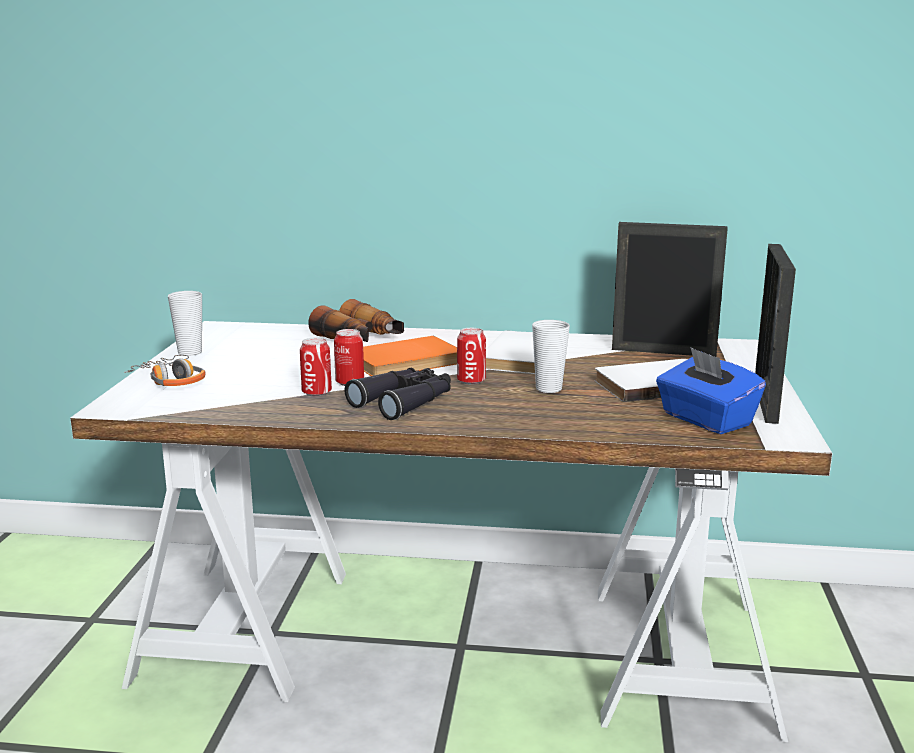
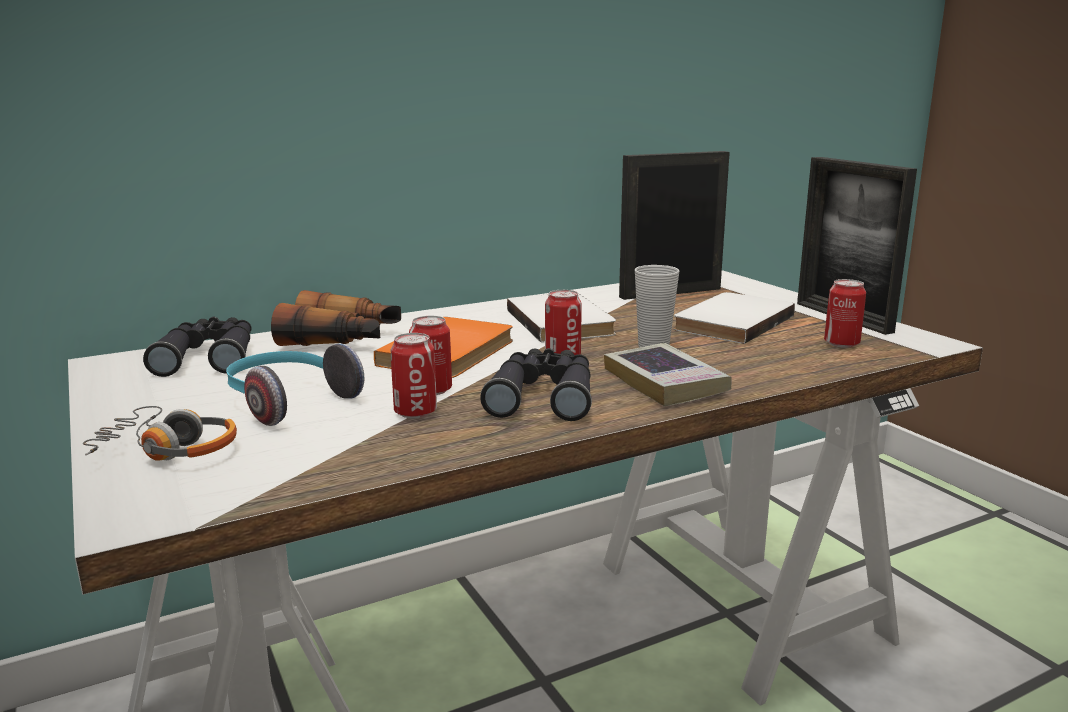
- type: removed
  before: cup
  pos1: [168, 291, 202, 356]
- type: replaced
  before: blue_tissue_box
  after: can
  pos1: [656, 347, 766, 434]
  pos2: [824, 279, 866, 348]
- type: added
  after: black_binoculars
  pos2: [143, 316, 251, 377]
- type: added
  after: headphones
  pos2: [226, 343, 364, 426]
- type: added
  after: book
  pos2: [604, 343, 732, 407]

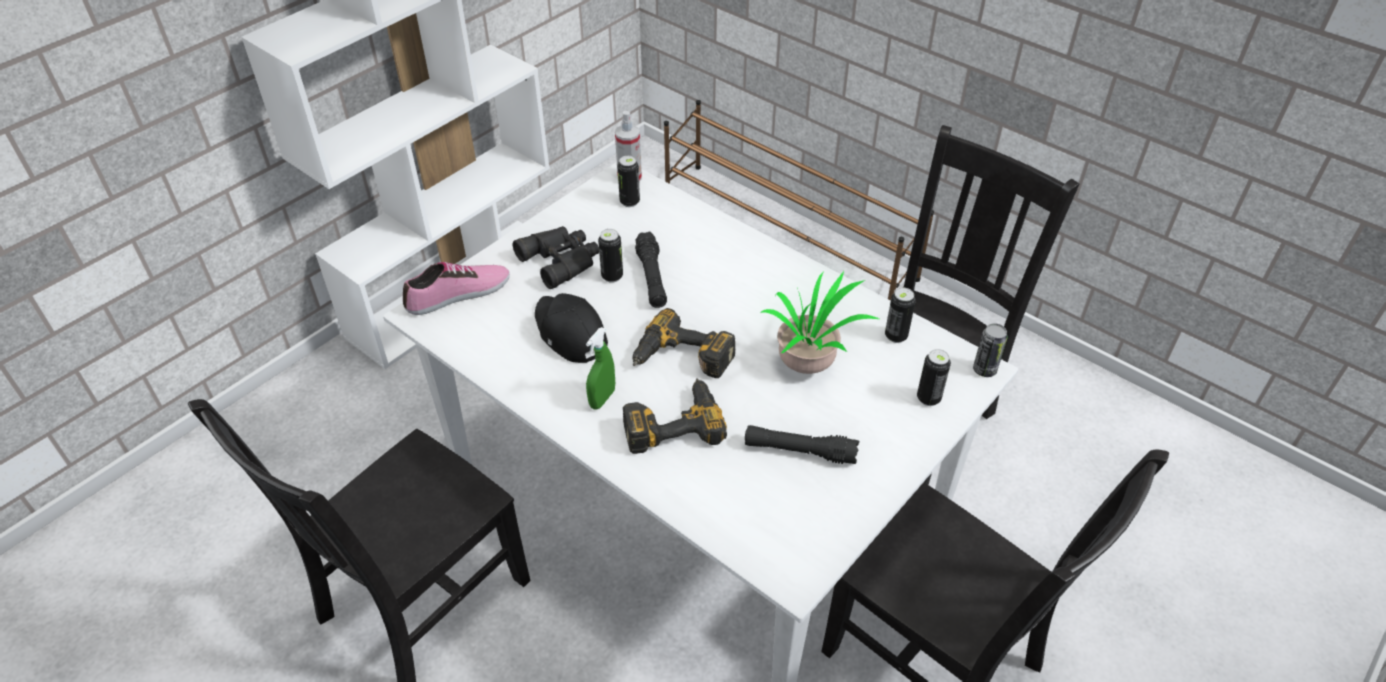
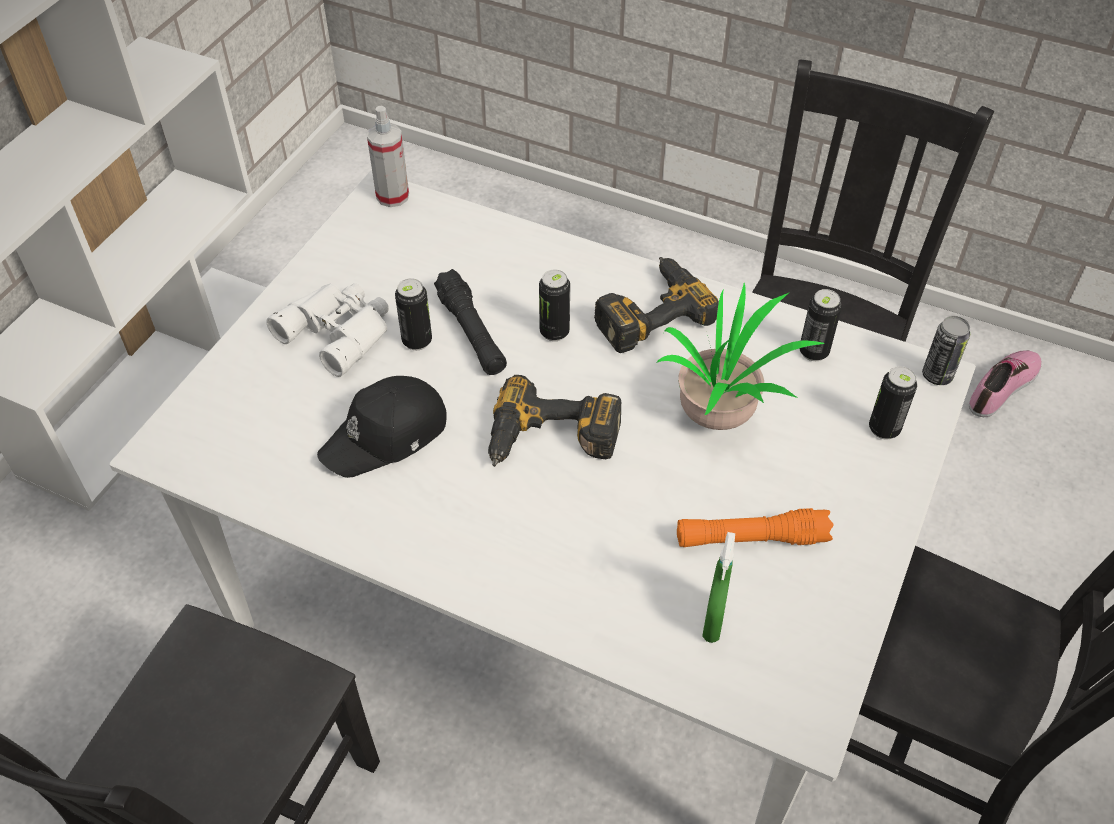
- type: removed
  before: brown_shoe_rack
  pos1: [664, 100, 934, 300]
- type: moved
  before: can
  pos1: [617, 156, 640, 207]
  pos2: [539, 269, 570, 341]
- type: recoloured
  before: black_binoculars
  after: white_binoculars
  pos1: [513, 226, 599, 289]
  pos2: [266, 283, 389, 377]
- type: moved
  before: shoe
  pos1: [403, 262, 510, 315]
  pos2: [969, 350, 1042, 417]
- type: turned
  before: black_cap
  pos1: [535, 293, 608, 363]
  pos2: [317, 376, 447, 478]
  turn: -75
- type: moved
  before: green_spray_bottle
  pos1: [586, 327, 615, 410]
  pos2: [702, 532, 735, 643]
- type: moved
  before: power_drill
  pos1: [623, 378, 727, 454]
  pos2: [594, 257, 719, 353]
- type: recoloured
  before: black_flashlight
  after: orange_flashlight
  pos1: [745, 425, 859, 464]
  pos2: [677, 508, 834, 547]

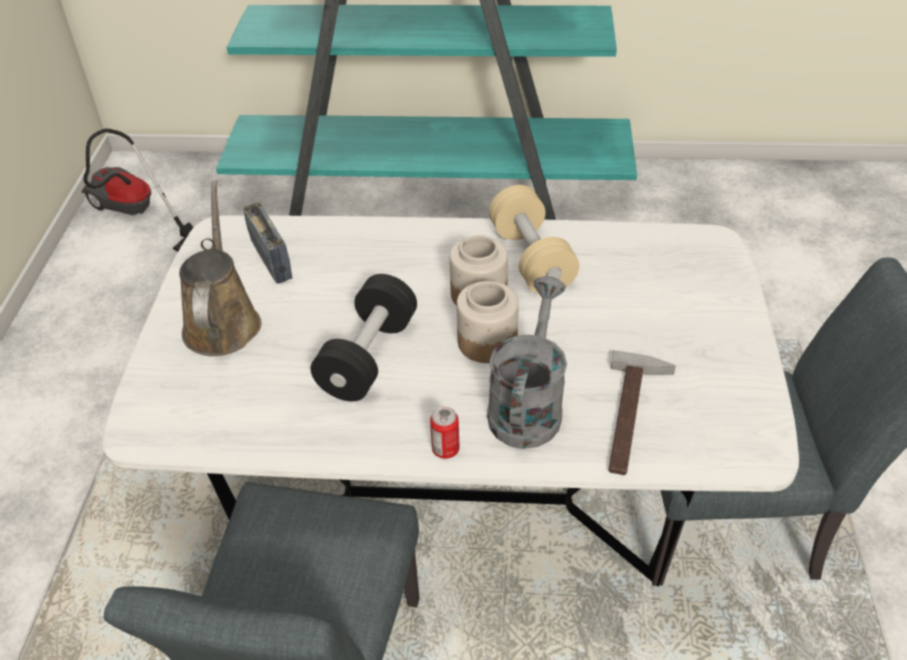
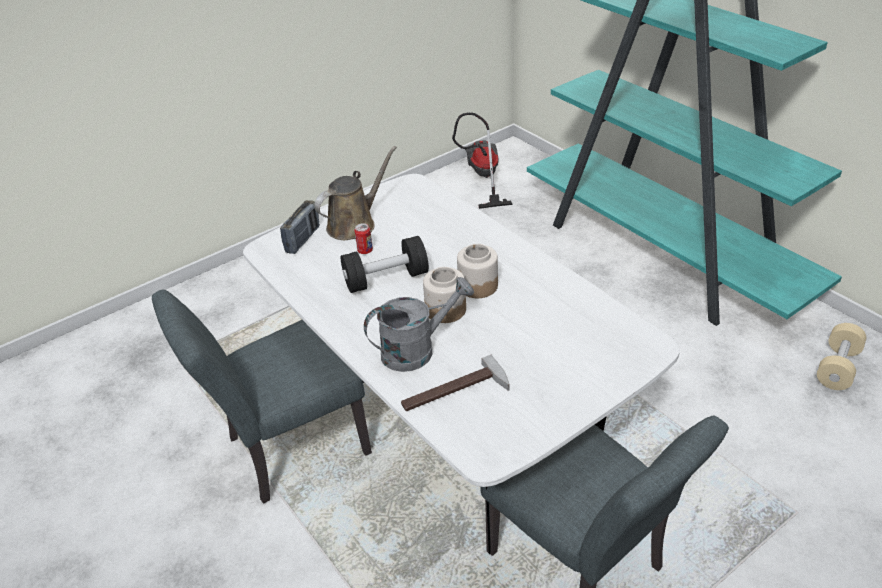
- type: moved
  before: beige_dumbbell
  pos1: [489, 185, 579, 294]
  pos2: [817, 323, 866, 390]
- type: moved
  before: radio
  pos1: [244, 202, 292, 284]
  pos2: [280, 200, 320, 254]
- type: moved
  before: can
  pos1: [430, 407, 460, 459]
  pos2: [354, 223, 373, 254]

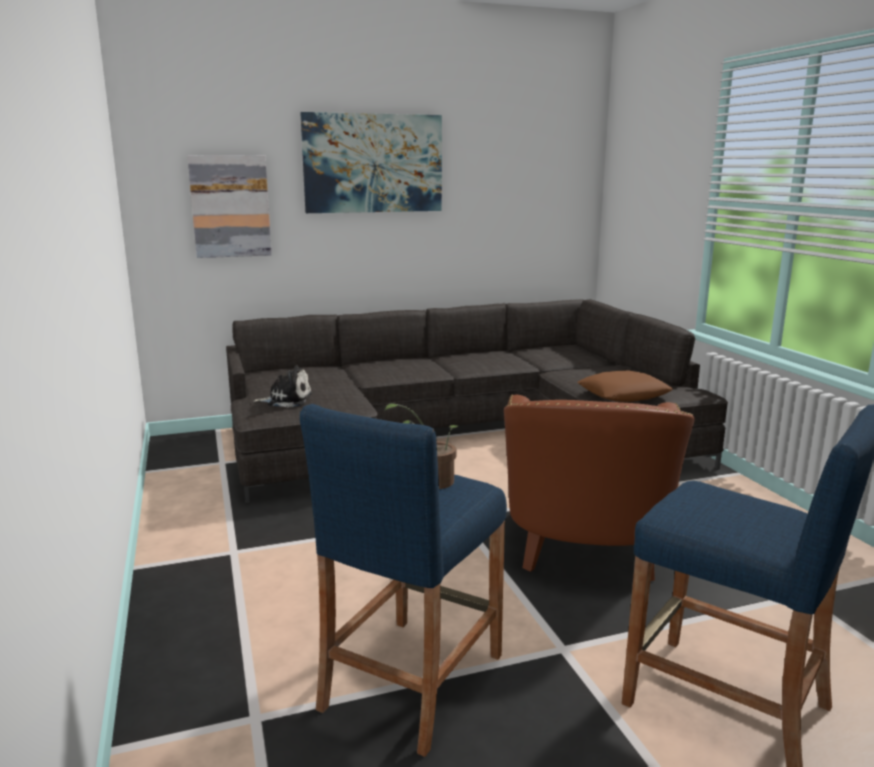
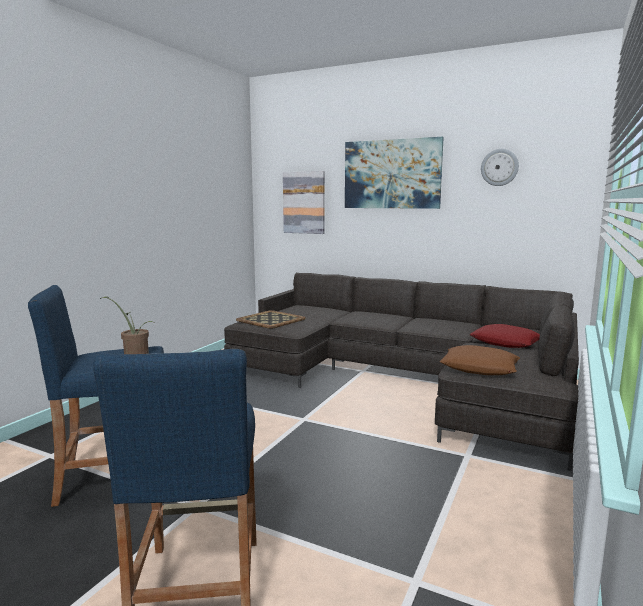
- type: replaced
  before: plush_toy
  after: tray
  pos1: [253, 365, 312, 408]
  pos2: [236, 310, 306, 329]
- type: removed
  before: brown_armchair
  pos1: [504, 395, 695, 581]
- type: added
  after: wall_clock
  pos2: [481, 149, 519, 186]
- type: added
  after: red_pillow
  pos2: [470, 324, 540, 348]

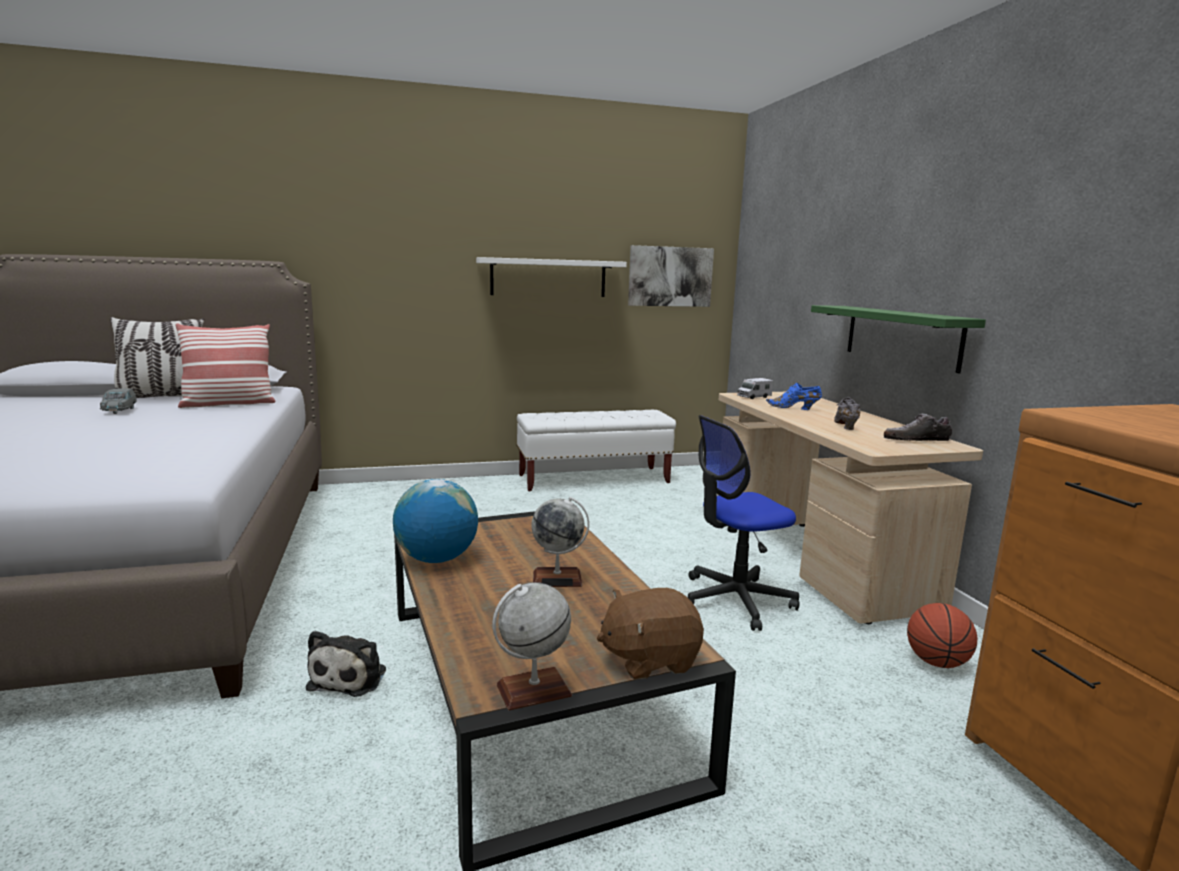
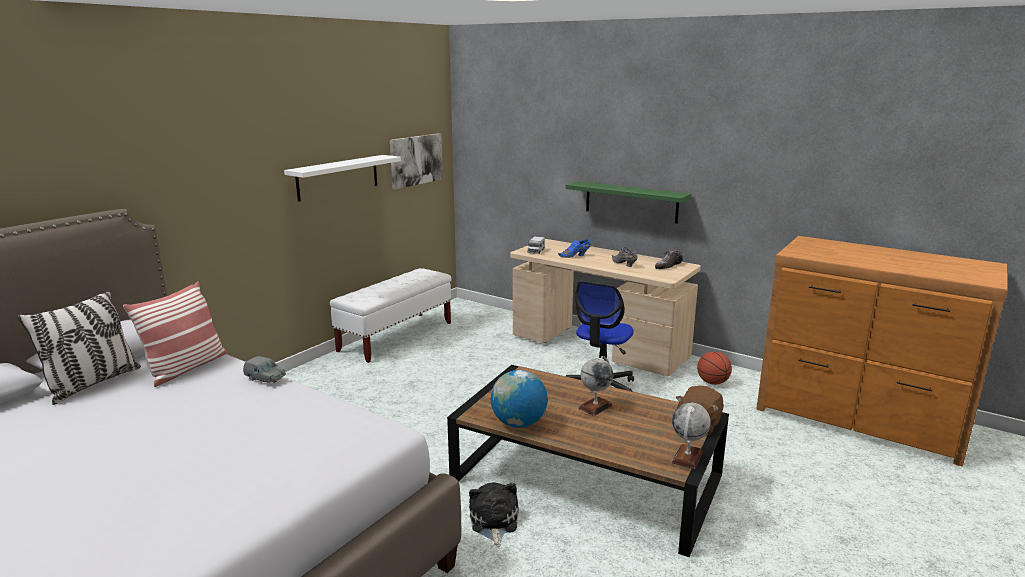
- type: moved
  before: grey_toy_car
  pos1: [100, 388, 137, 414]
  pos2: [243, 356, 286, 383]
- type: turned
  before: plush_toy
  pos1: [306, 631, 386, 697]
  pos2: [469, 482, 519, 546]
  turn: -150

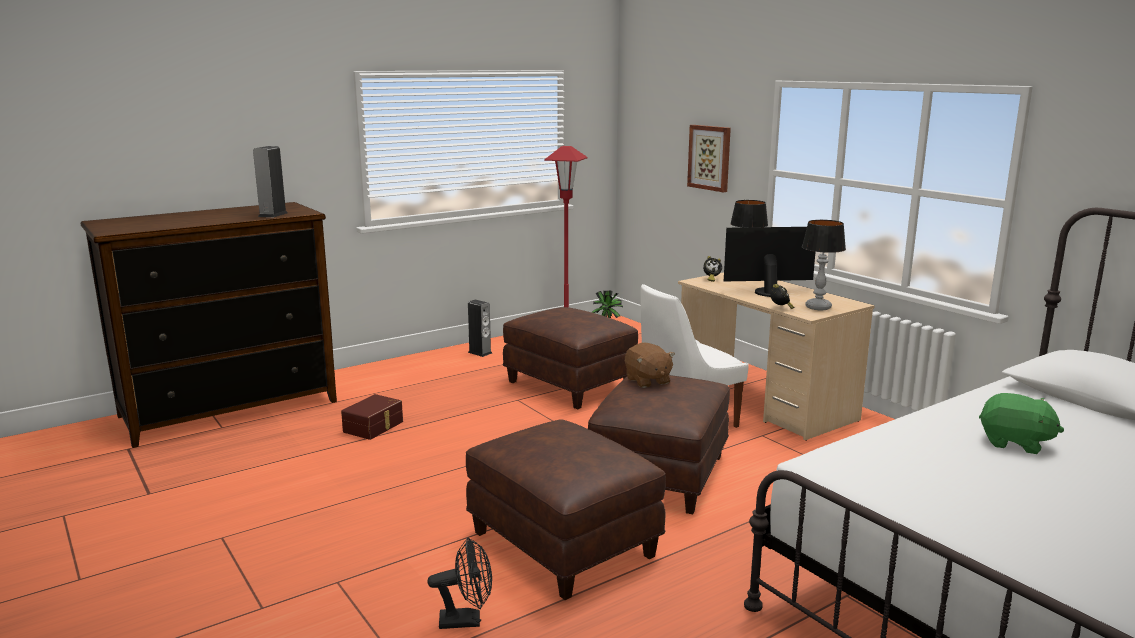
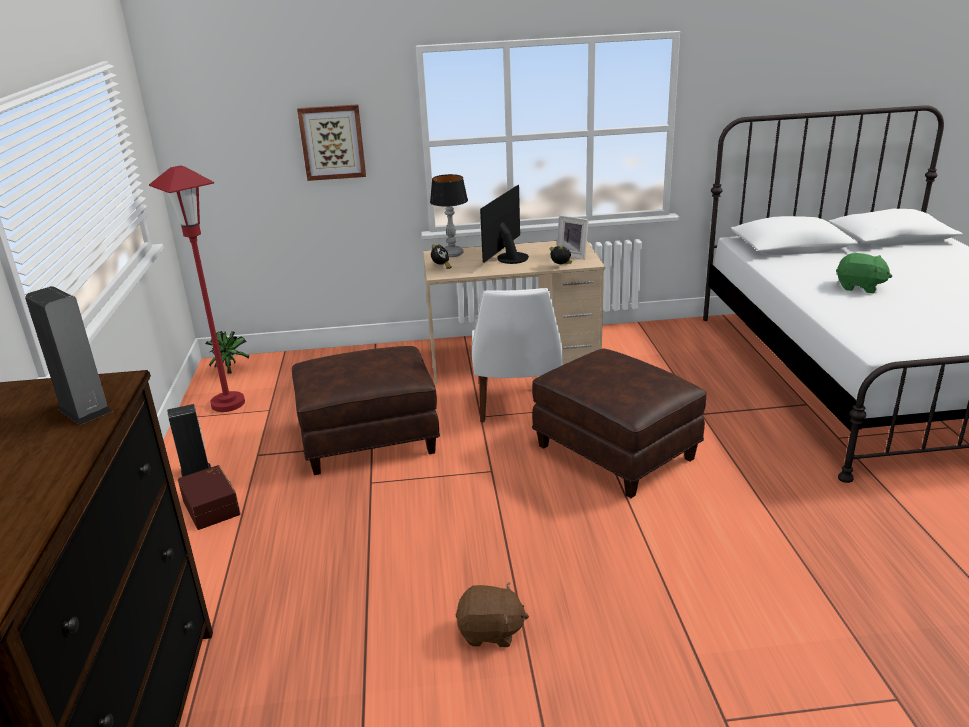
- type: replaced
  before: table_lamp
  after: picture_frame
  pos1: [802, 220, 846, 310]
  pos2: [557, 215, 589, 260]
- type: moved
  before: brown_plush_toy
  pos1: [625, 342, 675, 388]
  pos2: [456, 582, 529, 647]
- type: turned
  before: green_plush_toy
  pos1: [979, 393, 1064, 454]
  pos2: [836, 253, 892, 293]
  turn: 60
- type: moved
  before: brown_storage_box
  pos1: [341, 394, 403, 440]
  pos2: [178, 465, 240, 530]
- type: removed
  before: brown_ottoman
  pos1: [466, 419, 666, 600]
- type: removed
  before: black_fan
  pos1: [427, 537, 492, 629]

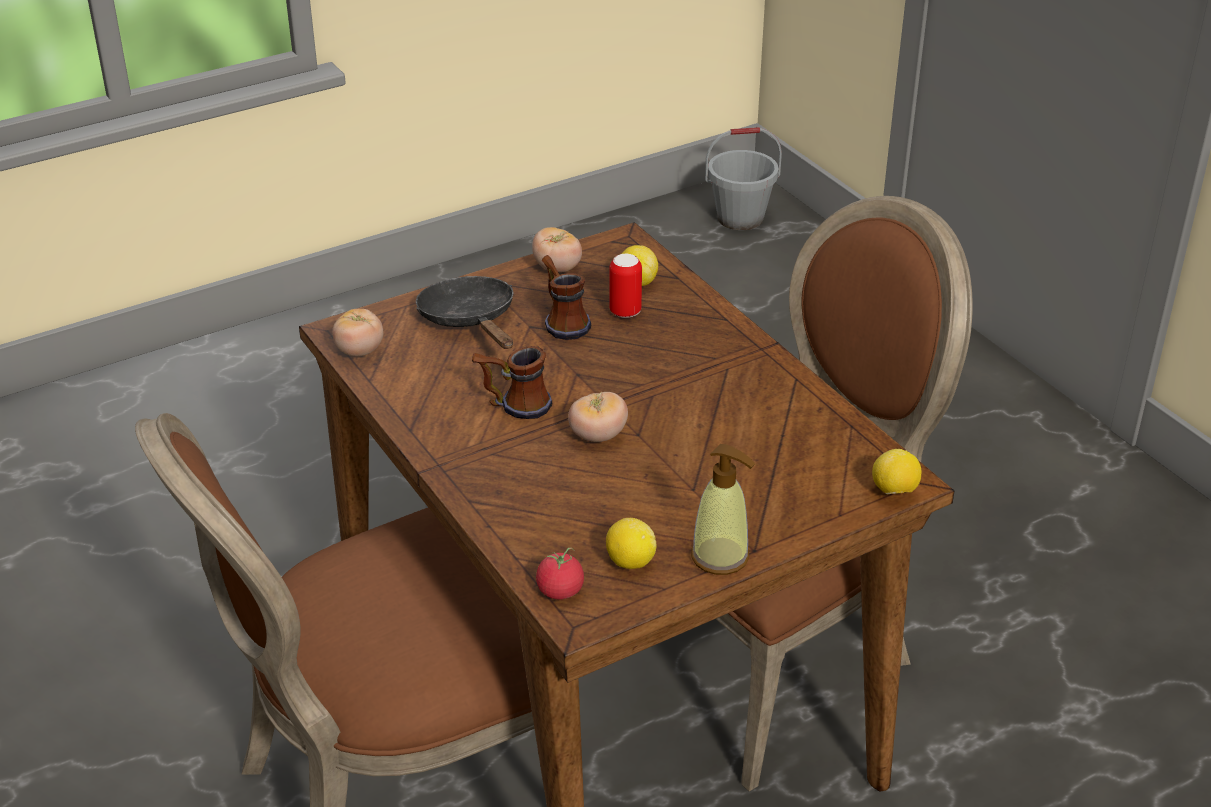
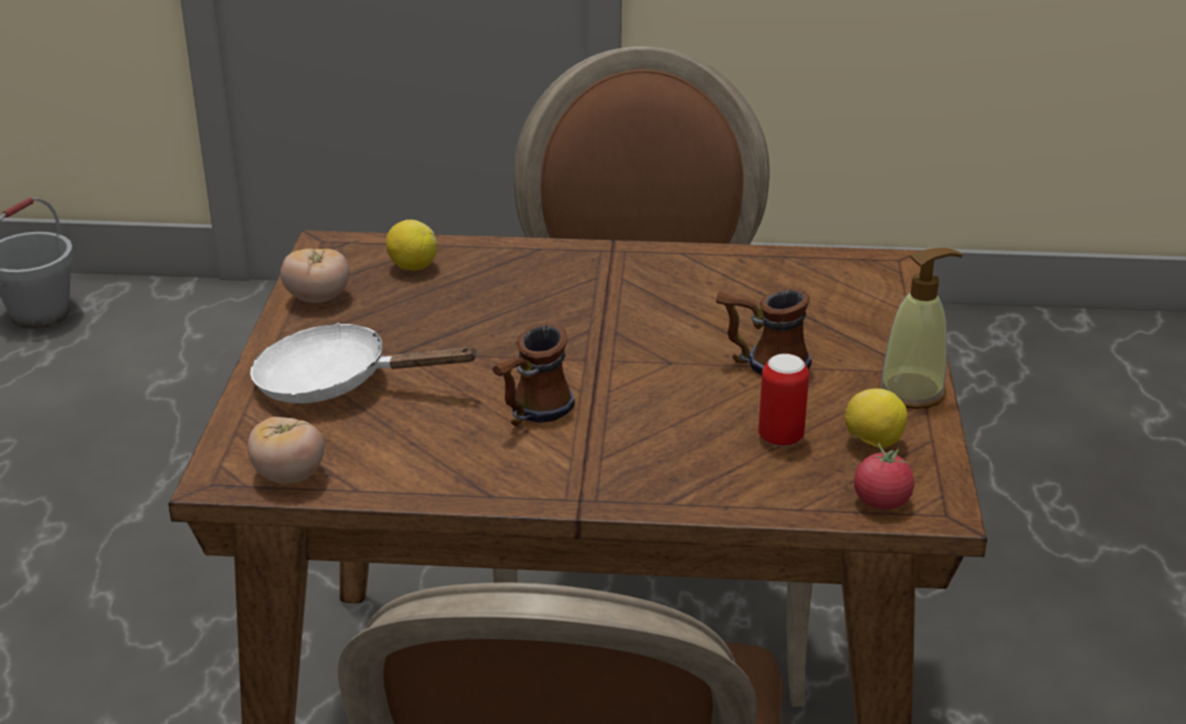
- type: moved
  before: can
  pos1: [609, 254, 642, 318]
  pos2: [758, 354, 809, 447]
- type: moved
  before: mug
  pos1: [542, 255, 591, 340]
  pos2: [716, 288, 812, 375]
- type: recoloured
  before: black_frying_pan
  after: white_frying_pan
  pos1: [416, 276, 514, 349]
  pos2: [250, 323, 479, 404]
- type: removed
  before: tomato
  pos1: [568, 392, 628, 442]
- type: removed
  before: lemon
  pos1: [872, 449, 921, 495]

